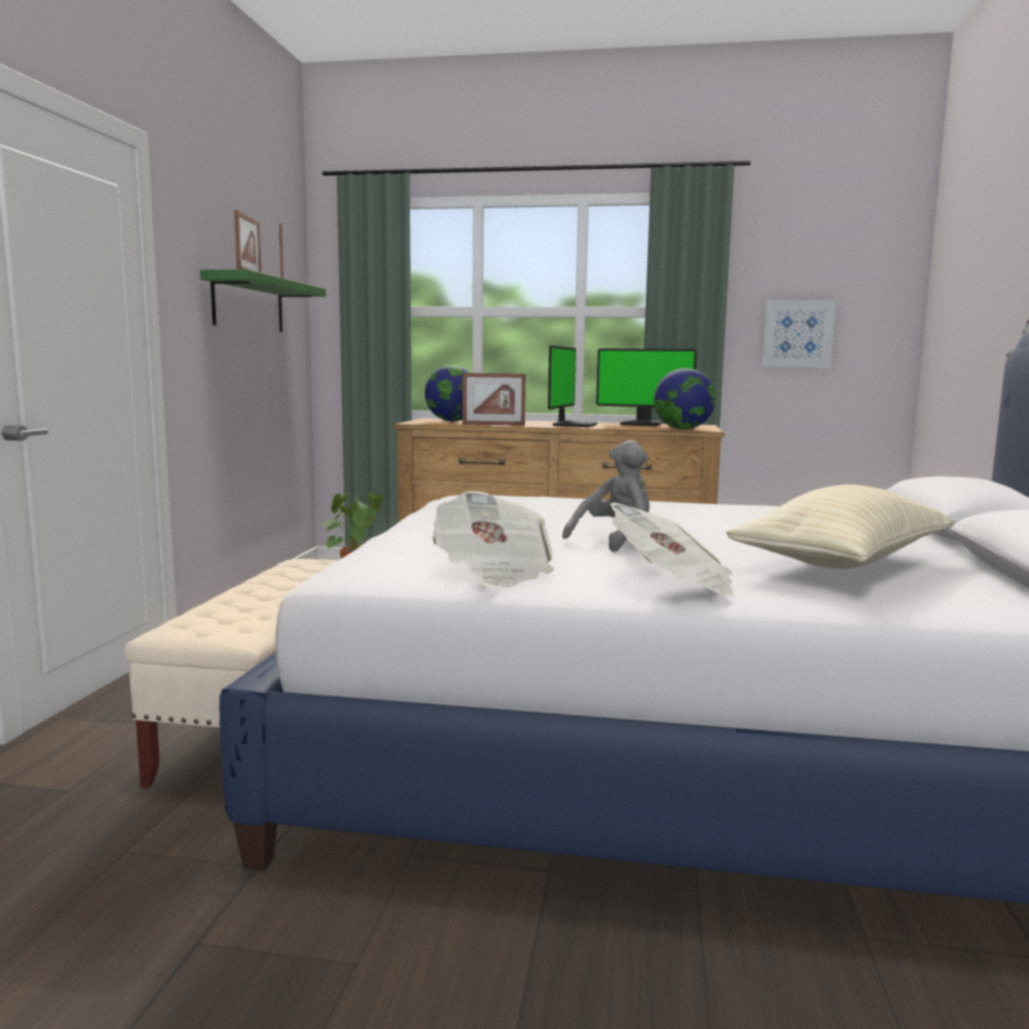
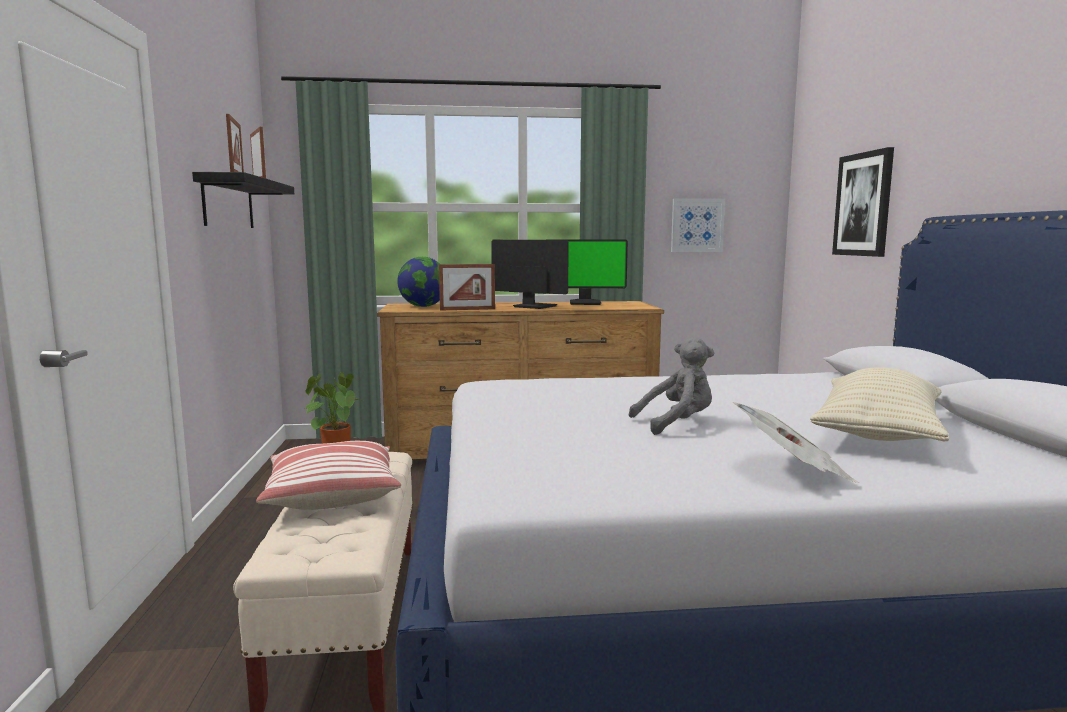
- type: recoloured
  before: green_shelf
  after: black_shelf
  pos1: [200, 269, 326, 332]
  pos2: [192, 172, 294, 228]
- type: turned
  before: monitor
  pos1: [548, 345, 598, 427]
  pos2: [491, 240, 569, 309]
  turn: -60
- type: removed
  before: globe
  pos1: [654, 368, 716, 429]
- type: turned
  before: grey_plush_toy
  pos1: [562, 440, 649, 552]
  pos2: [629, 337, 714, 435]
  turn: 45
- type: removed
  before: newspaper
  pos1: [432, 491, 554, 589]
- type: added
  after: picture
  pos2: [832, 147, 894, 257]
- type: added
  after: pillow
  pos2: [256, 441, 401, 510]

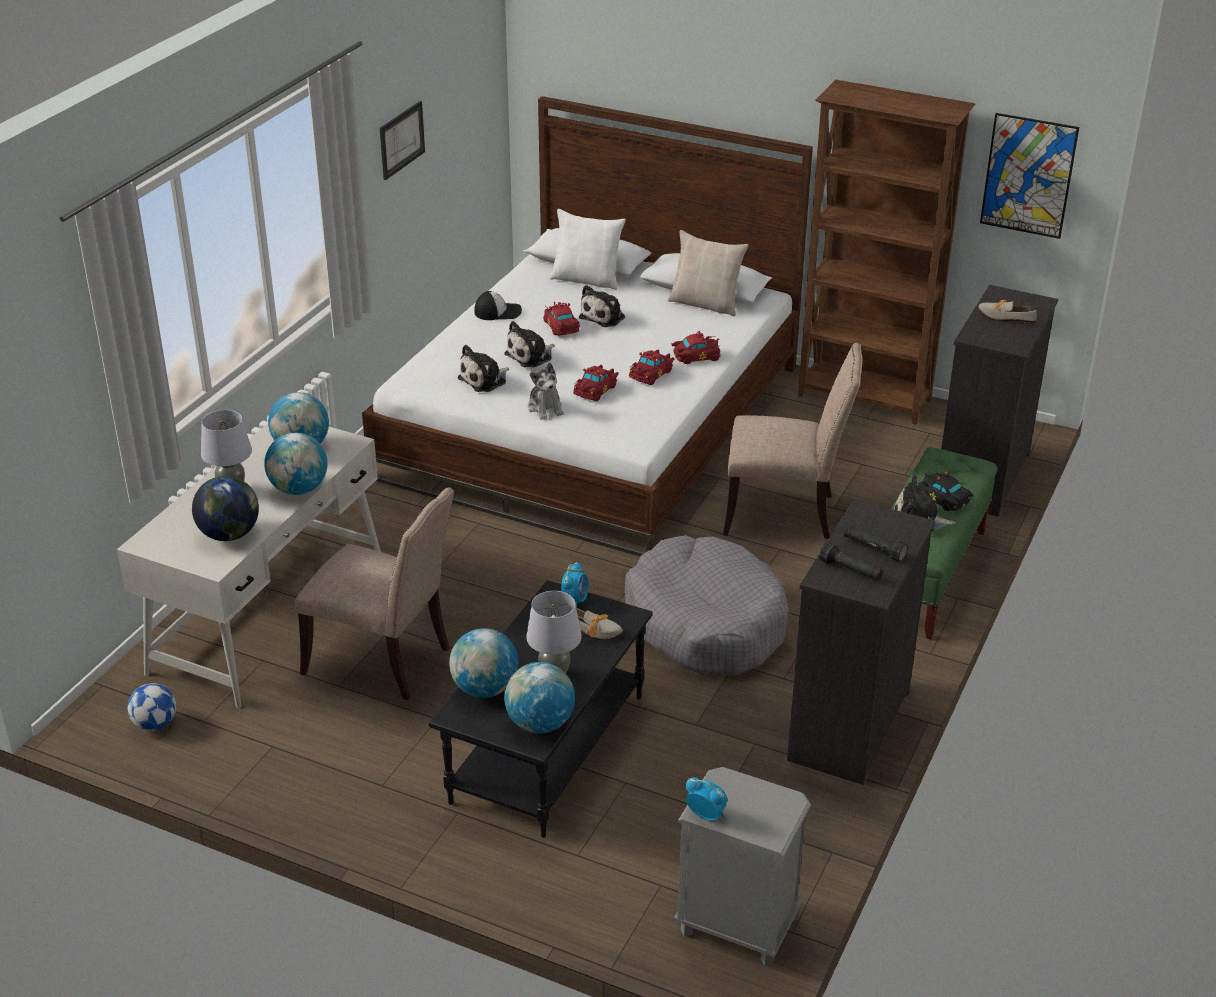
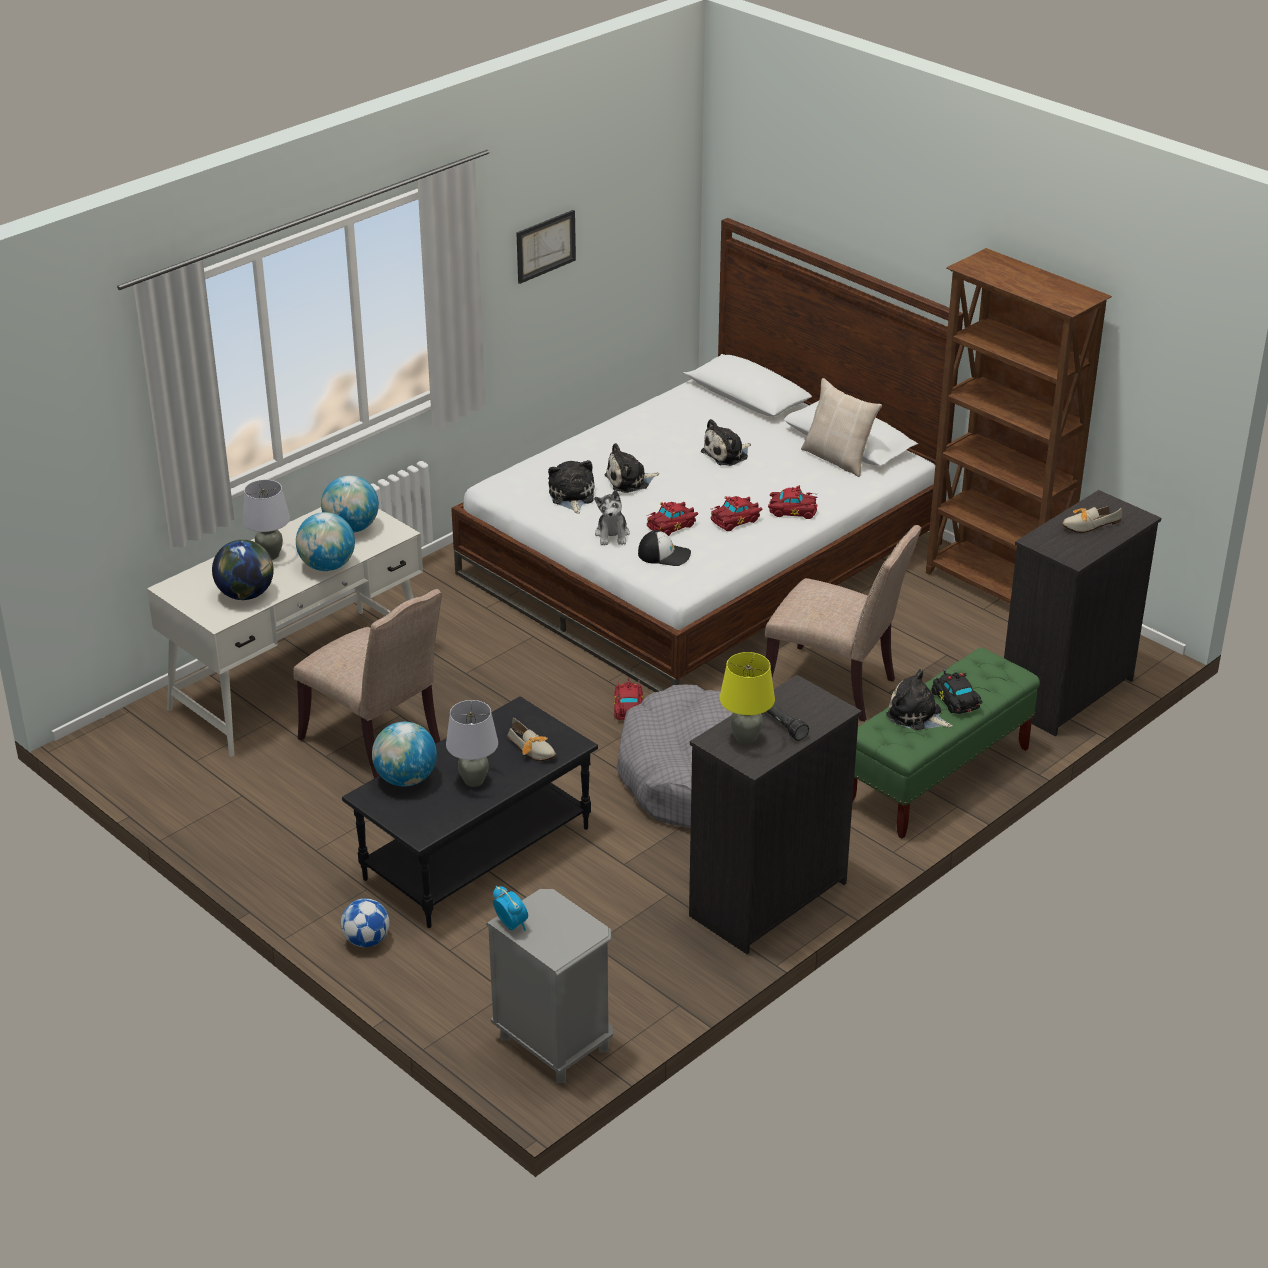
- type: removed
  before: picture
  pos1: [980, 113, 1079, 239]
- type: removed
  before: white_pillow
  pos1: [550, 209, 626, 290]
- type: moved
  before: cap
  pos1: [474, 291, 522, 320]
  pos2: [638, 530, 691, 566]
- type: turned
  before: shoe
  pos1: [978, 300, 1037, 324]
  pos2: [1062, 506, 1122, 533]
  turn: -60
- type: moved
  before: red_toy_car
  pos1: [543, 302, 580, 335]
  pos2: [614, 678, 643, 720]
- type: turned
  before: plush_toy
  pos1: [457, 345, 509, 392]
  pos2: [548, 460, 594, 514]
  turn: 105
- type: replaced
  before: black_flashlight
  after: yellow_table_lamp
  pos1: [819, 542, 883, 581]
  pos2: [720, 652, 775, 745]
- type: removed
  before: alarm_clock
  pos1: [561, 562, 589, 607]
- type: removed
  before: globe
  pos1: [504, 662, 575, 733]
- type: moved
  before: football
  pos1: [127, 683, 176, 731]
  pos2: [341, 898, 390, 947]

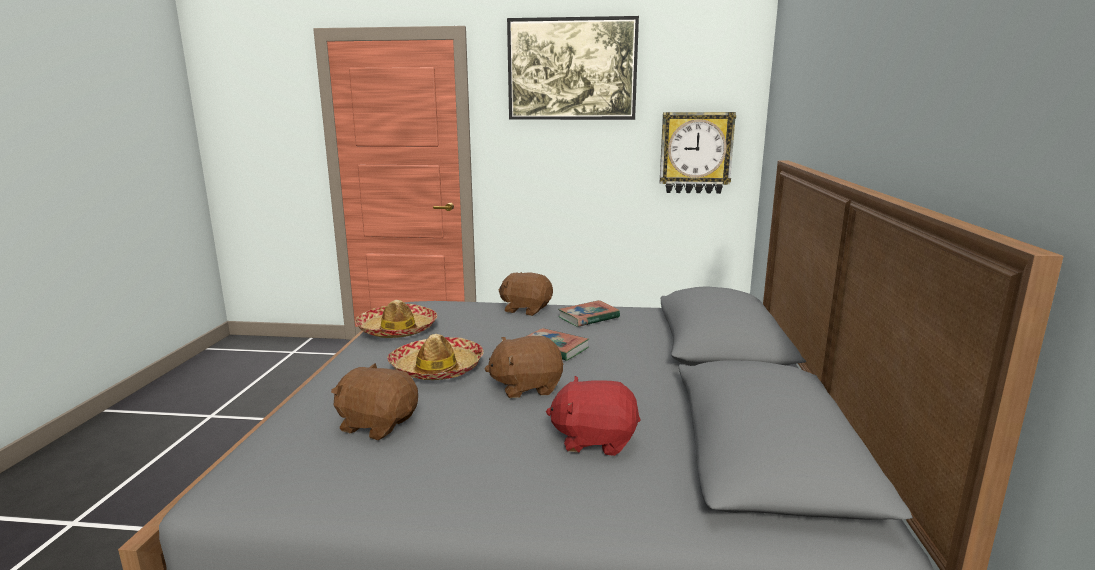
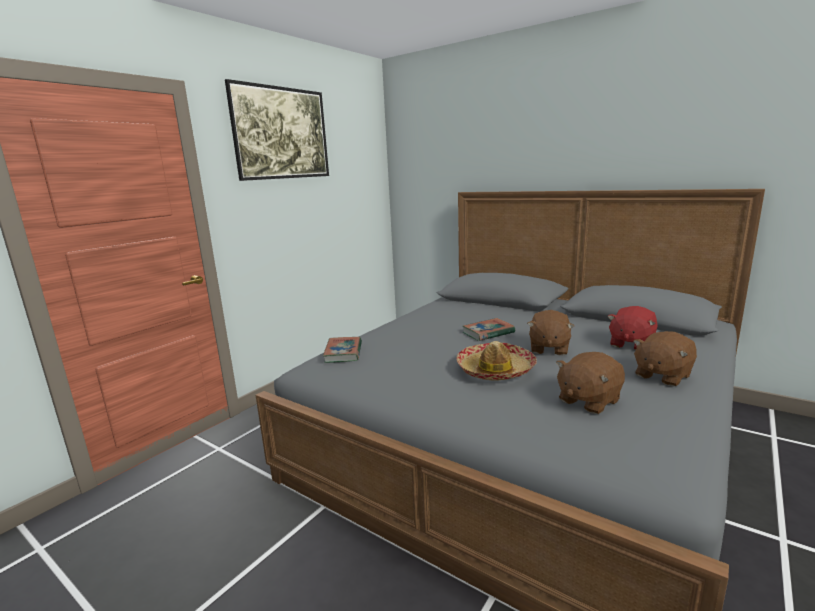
- type: removed
  before: wall_clock
  pos1: [660, 112, 736, 194]
- type: moved
  before: brown_plush_toy
  pos1: [499, 272, 553, 316]
  pos2: [633, 331, 697, 386]
- type: removed
  before: hat
  pos1: [355, 300, 437, 338]
- type: moved
  before: book
  pos1: [558, 300, 620, 327]
  pos2: [323, 337, 362, 363]

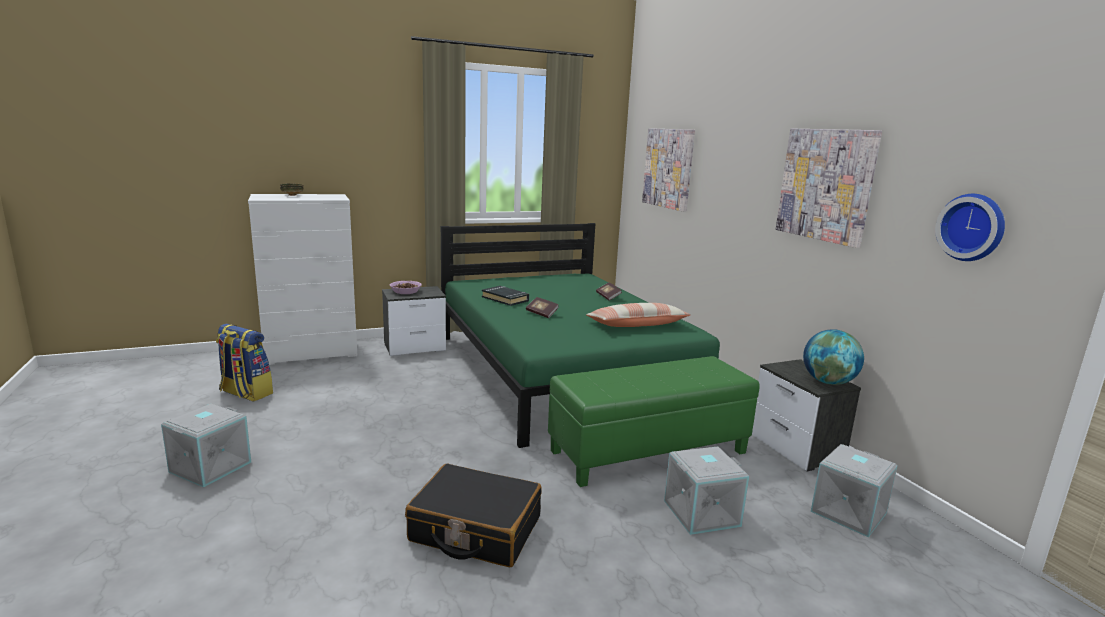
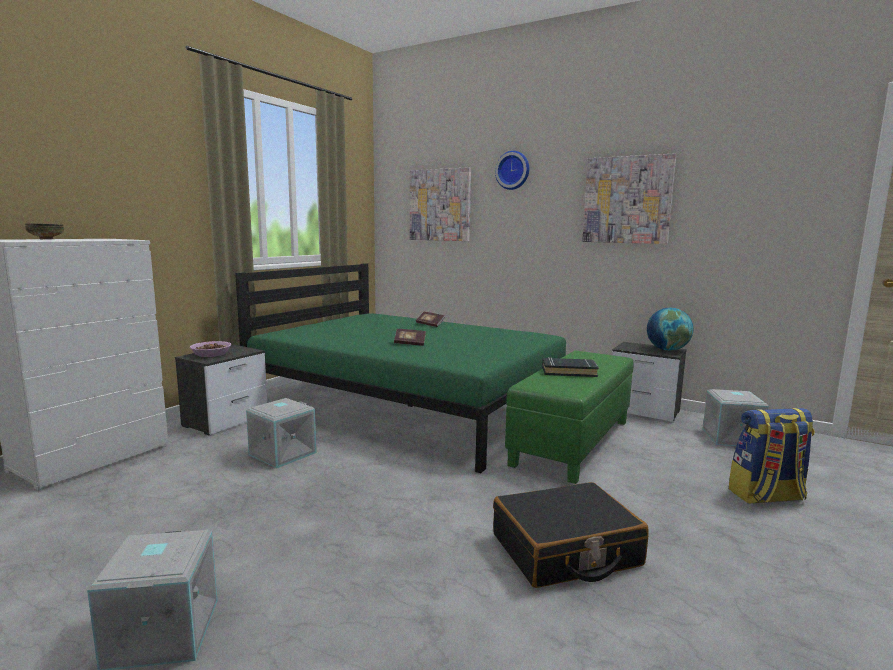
- type: moved
  before: wall_clock
  pos1: [935, 194, 1005, 261]
  pos2: [495, 151, 529, 190]
- type: moved
  before: black_book
  pos1: [482, 286, 529, 306]
  pos2: [542, 358, 599, 377]
- type: removed
  before: pillow
  pos1: [586, 303, 691, 327]
- type: moved
  before: backpack
  pos1: [216, 324, 273, 402]
  pos2: [729, 408, 815, 504]
- type: moved
  before: grey_storage_box
  pos1: [664, 447, 749, 535]
  pos2: [246, 398, 317, 468]

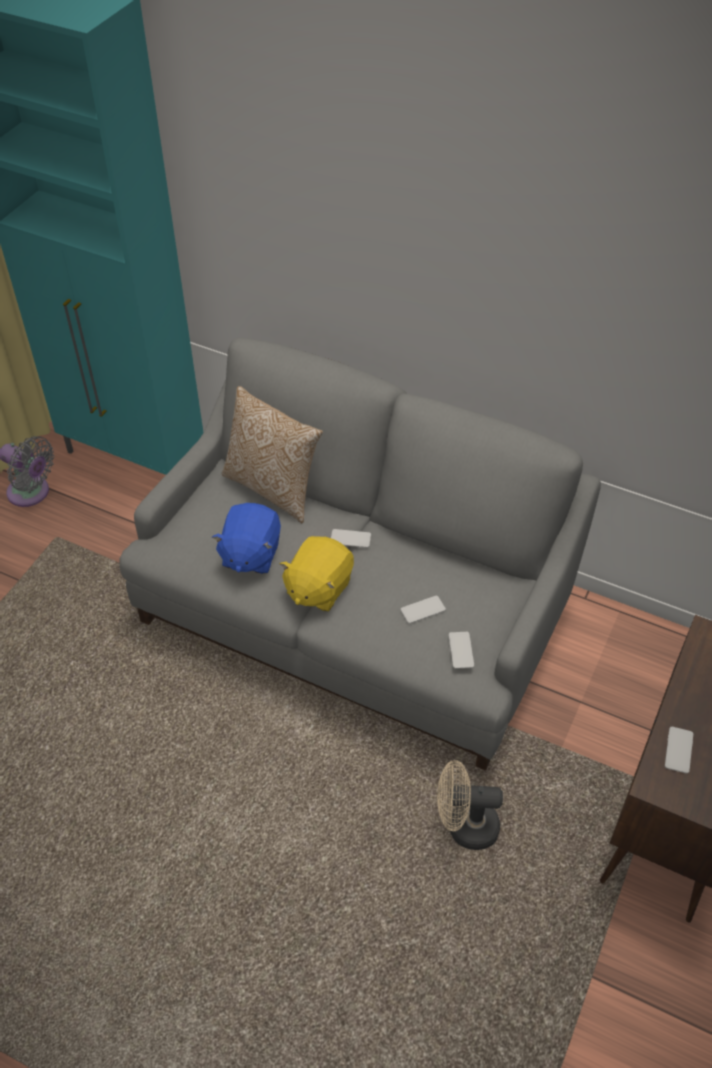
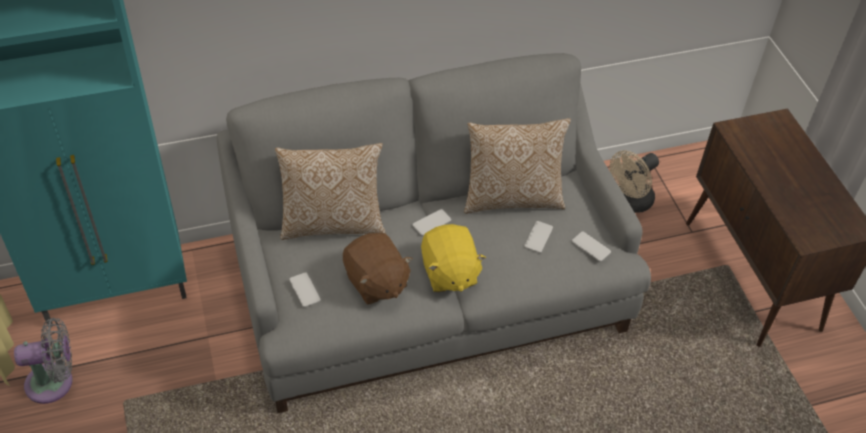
- type: recoloured
  before: blue_plush_toy
  after: brown_plush_toy
  pos1: [212, 503, 281, 574]
  pos2: [343, 233, 413, 305]
- type: moved
  before: phone
  pos1: [665, 727, 693, 774]
  pos2: [289, 272, 321, 307]
- type: moved
  before: beige_fan
  pos1: [437, 760, 503, 850]
  pos2: [610, 151, 659, 213]
- type: added
  after: pillow
  pos2: [464, 118, 571, 214]

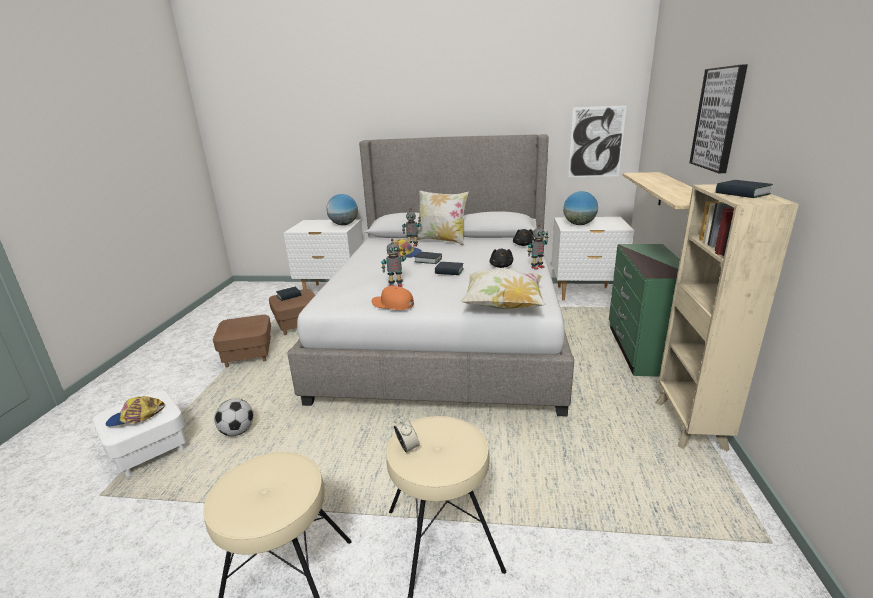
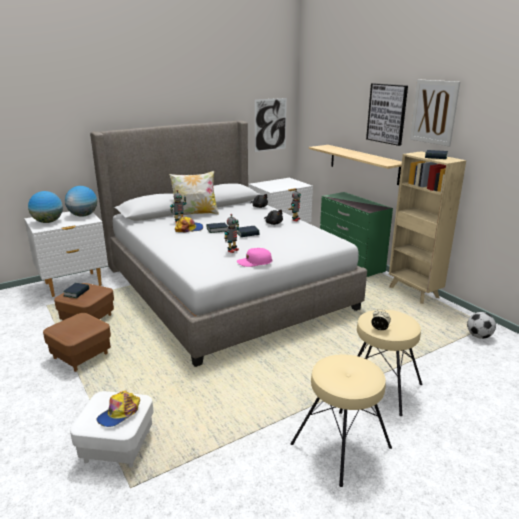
- type: moved
  before: globe
  pos1: [563, 191, 598, 225]
  pos2: [28, 191, 63, 223]
- type: removed
  before: pillow
  pos1: [460, 268, 546, 309]
- type: recoloured
  before: orange_cap
  after: pink_cap
  pos1: [371, 286, 414, 310]
  pos2: [237, 248, 272, 267]
- type: moved
  before: football
  pos1: [214, 398, 253, 436]
  pos2: [467, 312, 496, 339]
- type: added
  after: picture
  pos2: [410, 79, 460, 146]

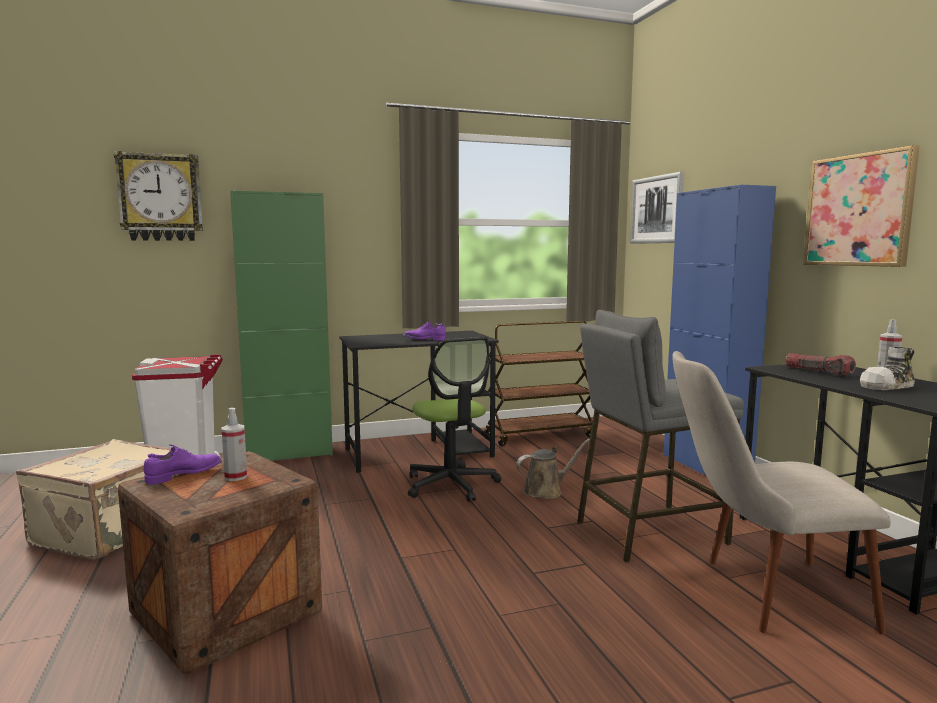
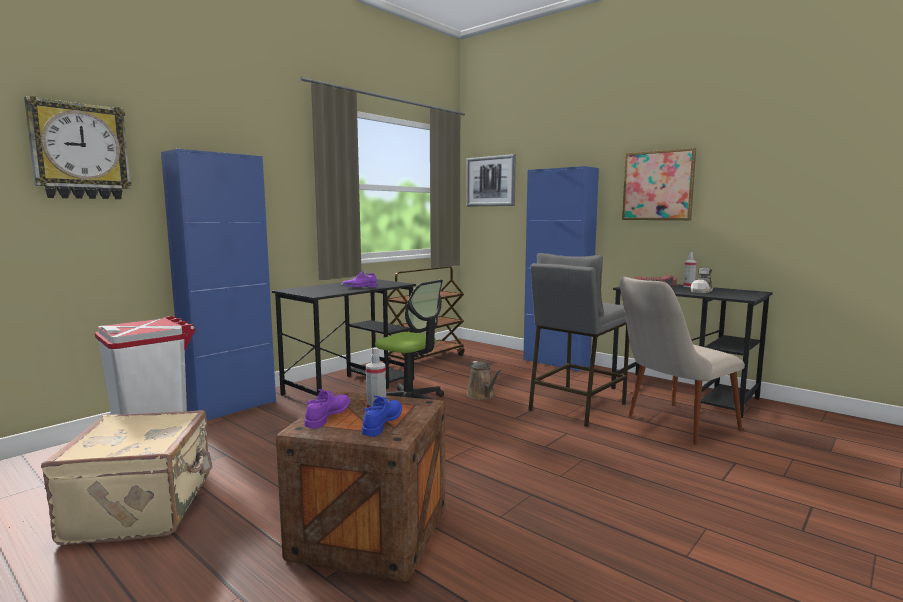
- type: recoloured
  before: green_cabinet
  after: blue_cabinet
  pos1: [230, 190, 333, 461]
  pos2: [161, 149, 276, 421]
- type: turned
  before: brown_watering_can
  pos1: [516, 439, 590, 499]
  pos2: [467, 361, 502, 400]
  turn: 120
- type: added
  after: blue_shoe
  pos2: [362, 396, 402, 437]

